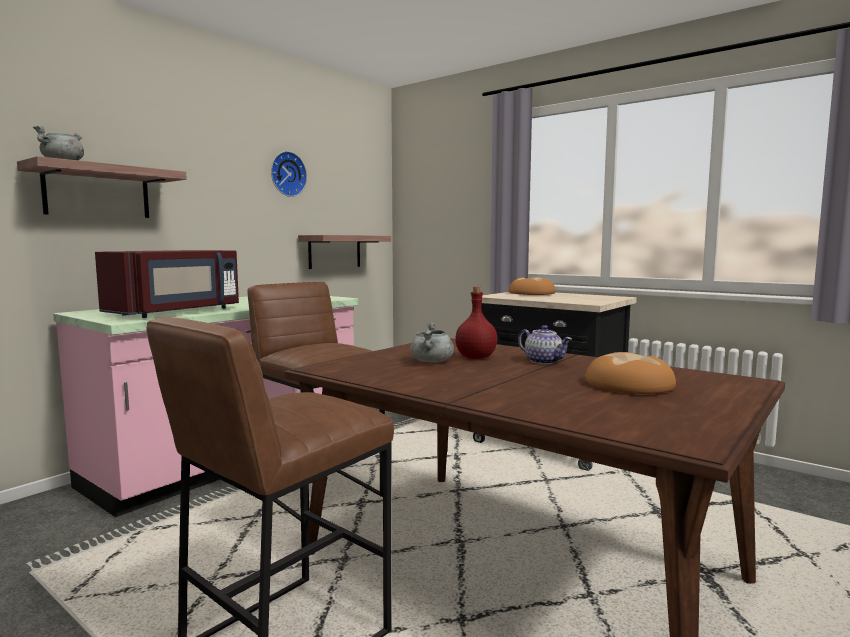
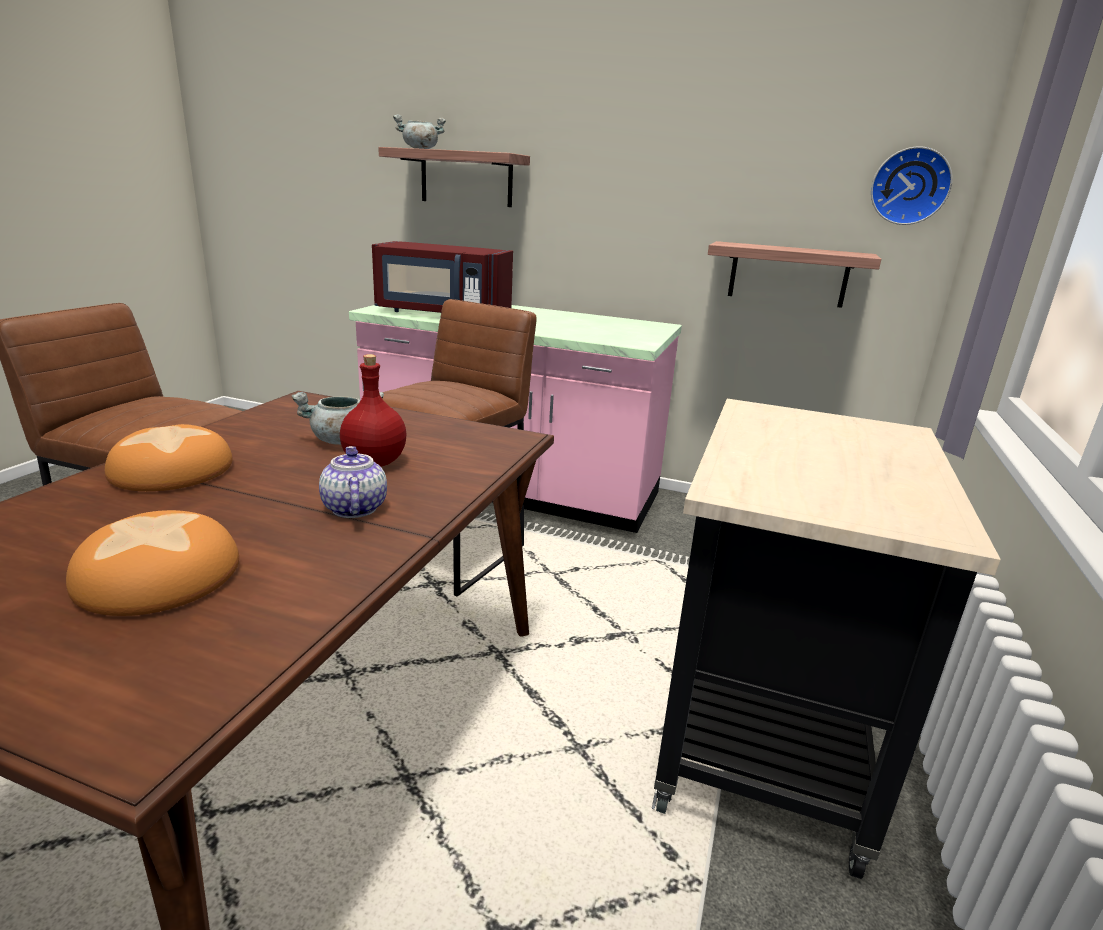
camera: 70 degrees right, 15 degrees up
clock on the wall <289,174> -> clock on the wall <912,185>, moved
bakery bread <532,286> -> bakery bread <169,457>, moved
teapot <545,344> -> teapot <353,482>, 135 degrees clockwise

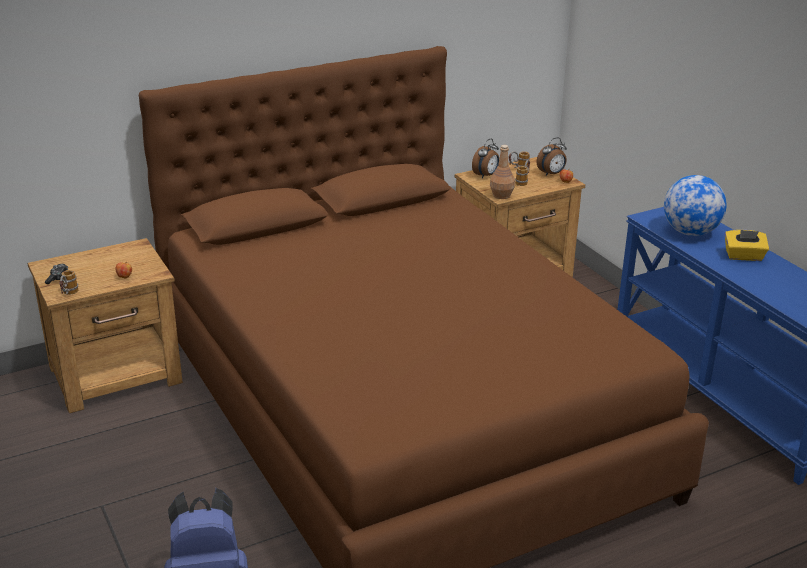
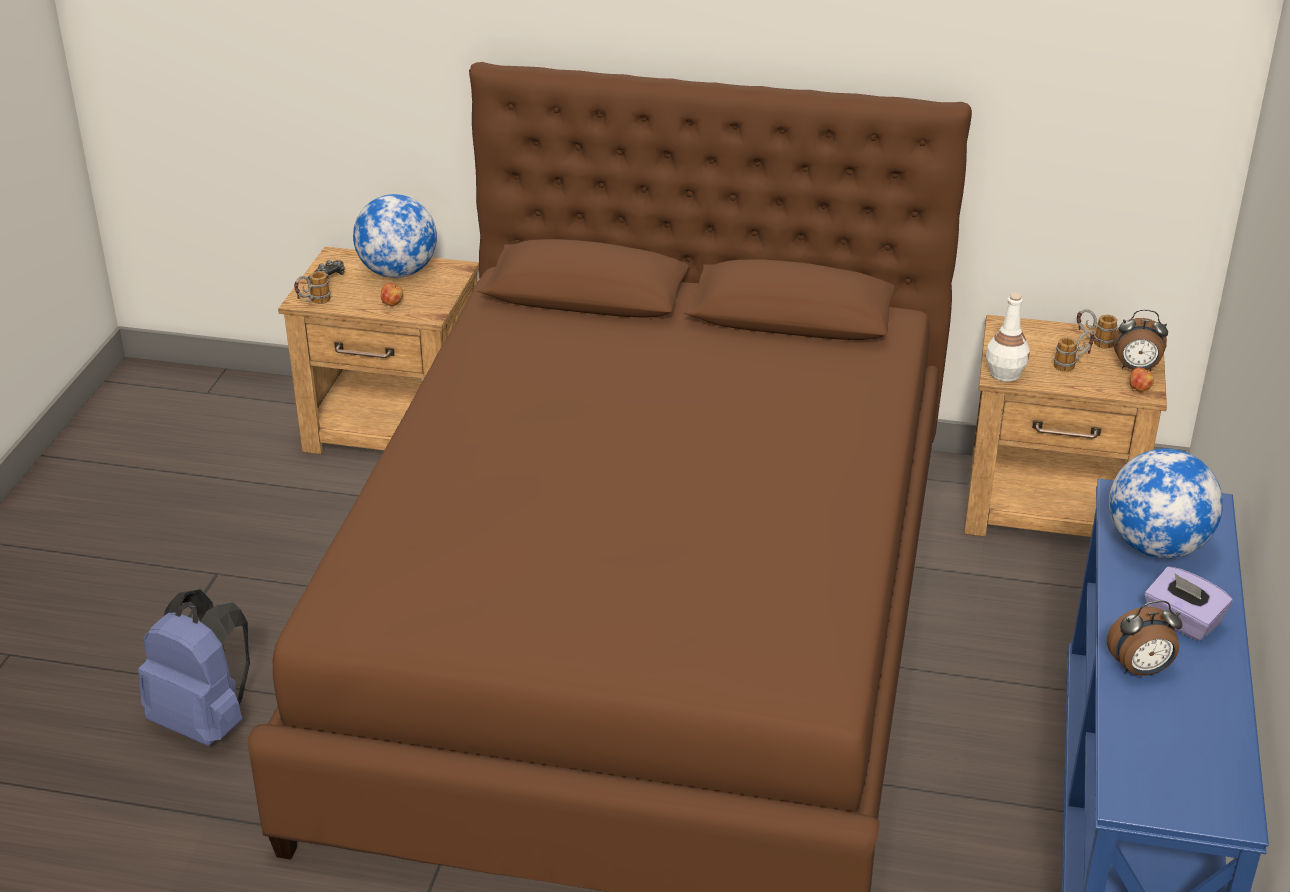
camera: 40 degrees right, 5 degrees up
none -> globe <395,236>
bedside clock <485,158> -> bedside clock <1145,638>, moved
brown beverage bottle <502,172> -> white beverage bottle <1008,337>
yellow-coloured tissue holder <747,245> -> purple tissue holder <1189,604>

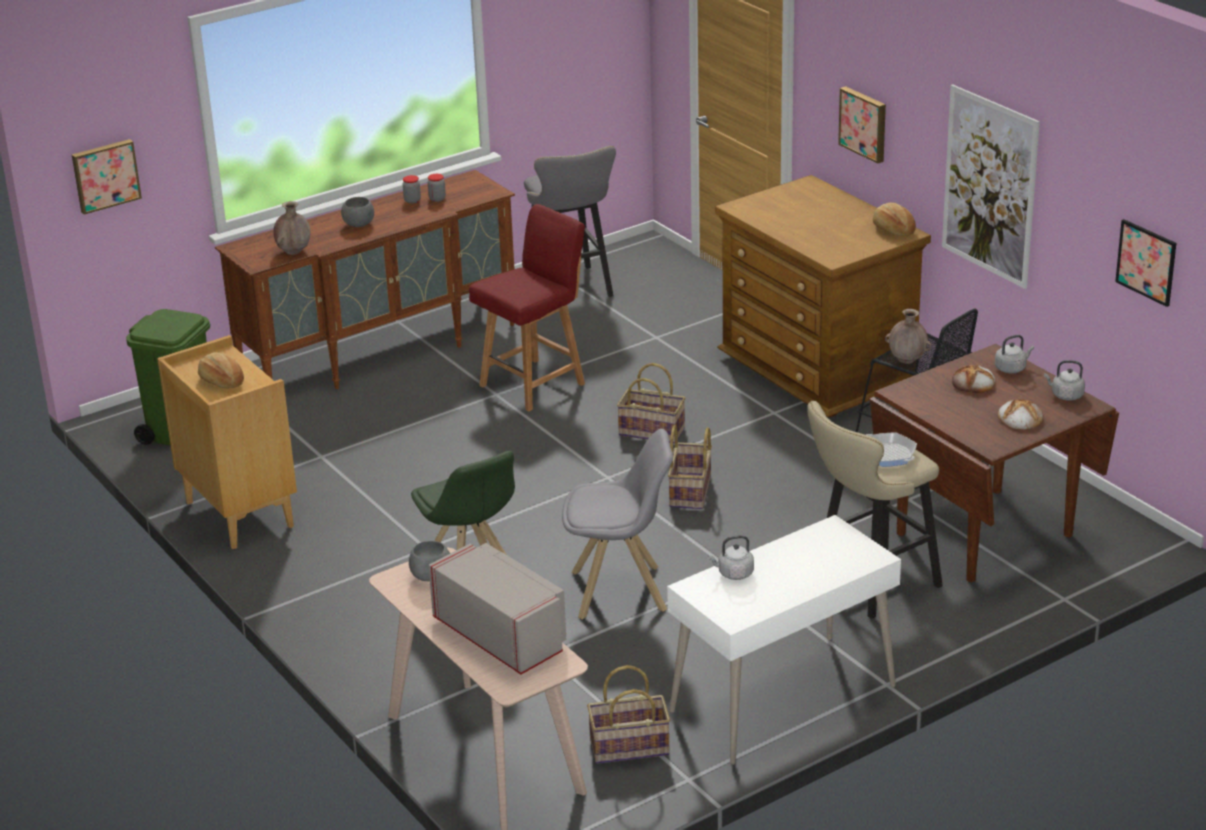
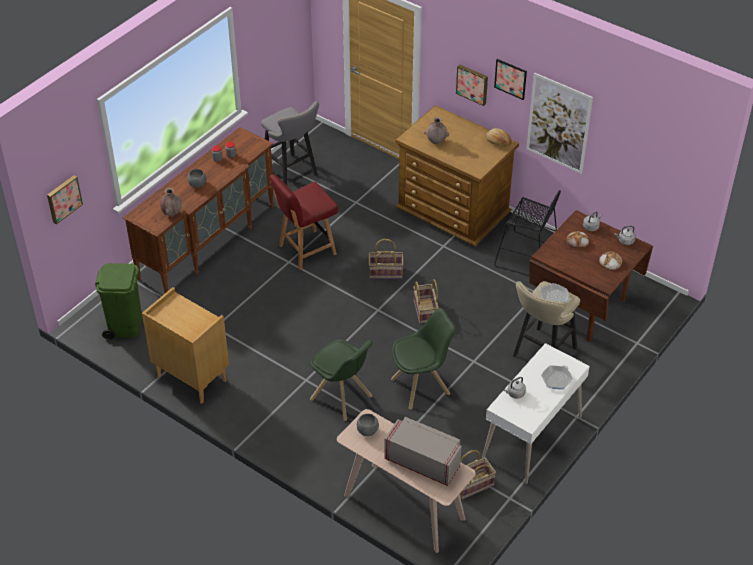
camera: 20 degrees left, 15 degrees up
bakery bread <221,370> -> none
none -> skillet <557,378>
brown vase <908,336> -> brown vase <436,130>, moved
wall art <1145,263> -> wall art <510,79>, moved
grey upright chair <617,524> -> greenish upright chair <423,359>
red-coloured upright chair <527,307> -> red-coloured upright chair <303,222>, 150 degrees counterclockwise

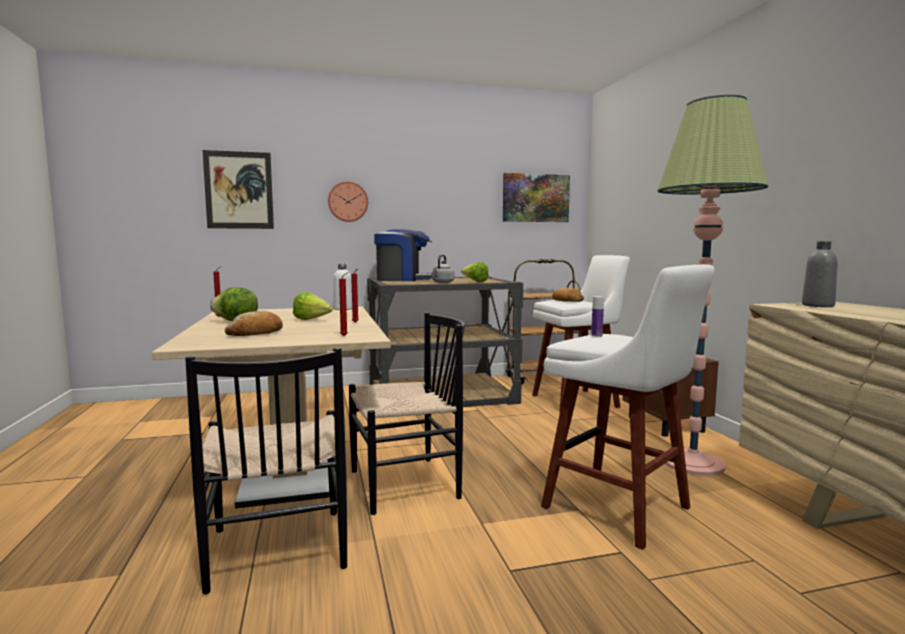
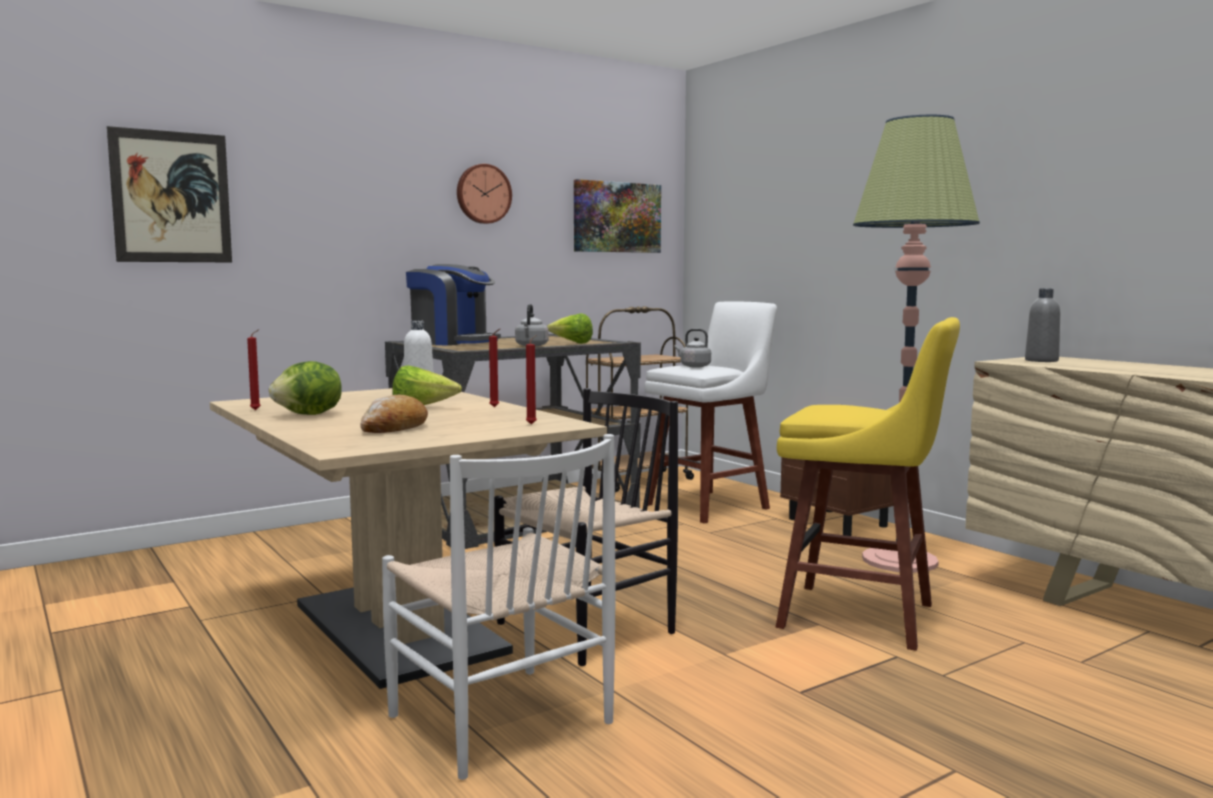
camera: 20 degrees left, 0 degrees up
beverage bottle <597,316> -> none
clock on the wall <348,201> -> clock on the wall <484,194>, moved
bakery bread <568,295> -> grey water kettle <692,348>
black-coloured upright chair <266,471> -> white upright chair <499,607>
white stool seat <628,407> -> yellow-coloured stool seat <868,484>
coffee brewer <403,255> -> coffee brewer <453,305>, 45 degrees clockwise

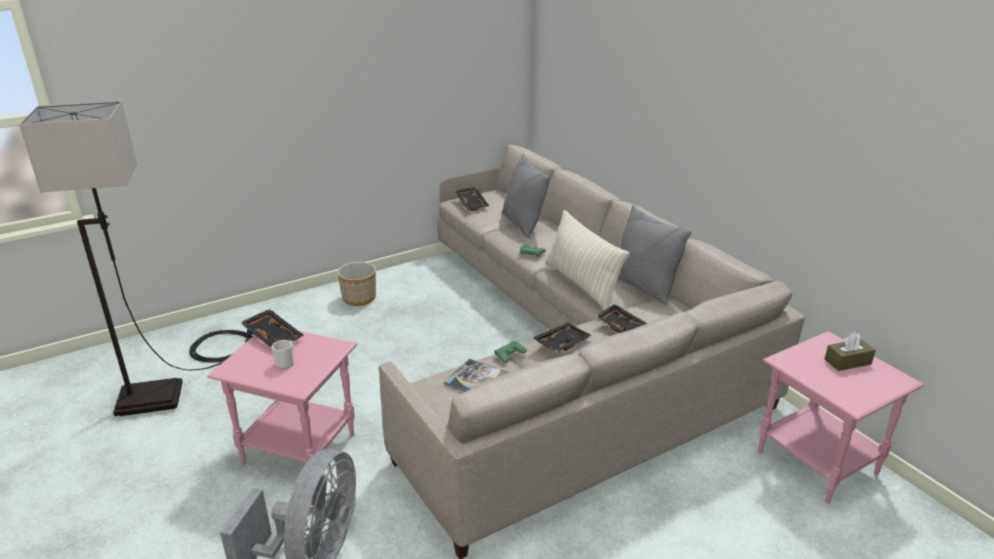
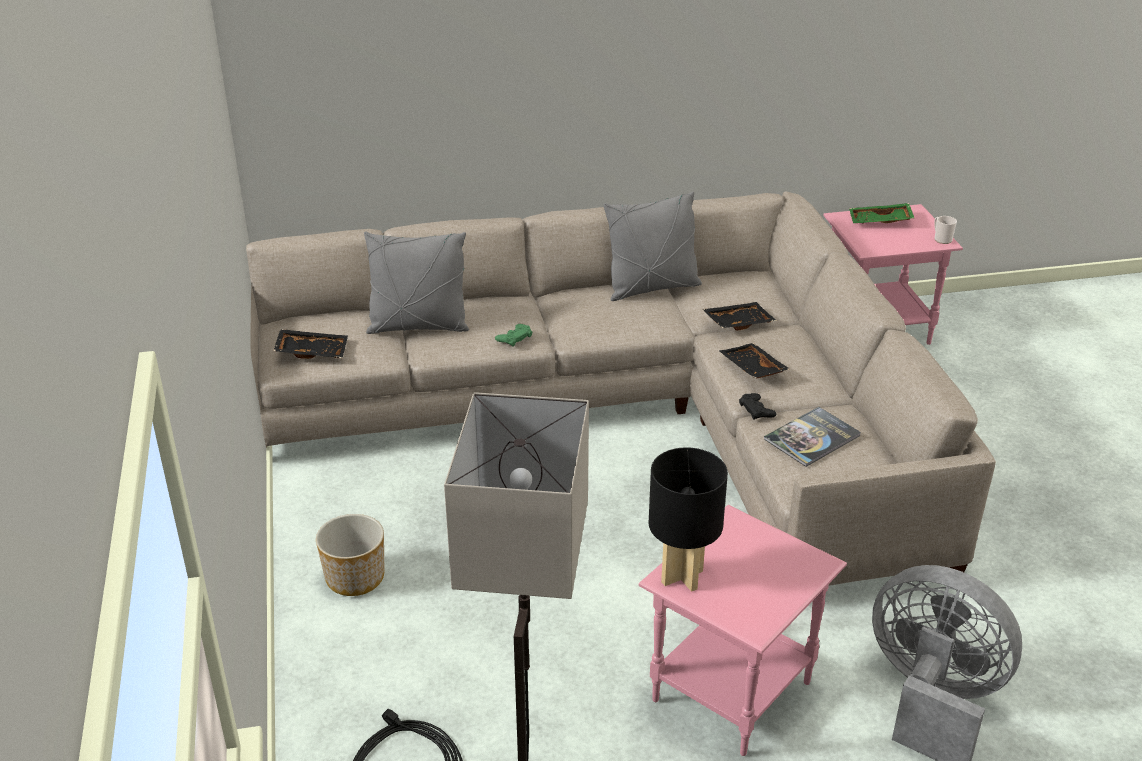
camera: 70 degrees left, 5 degrees up
beige throw pillow <587,260> -> none
coffee mug <283,354> -> coffee mug <945,230>, moved
black-coloured serving tray <272,328> -> black-coloured tabletop lamp <688,519>
brown tissue holder <850,351> -> greenish serving tray <881,213>
greenish game controller <510,352> -> black-coloured game controller <757,406>

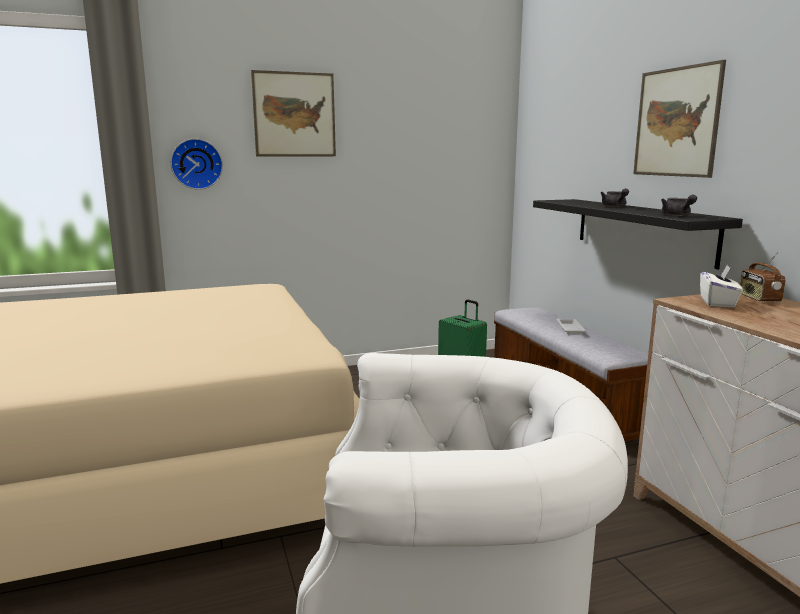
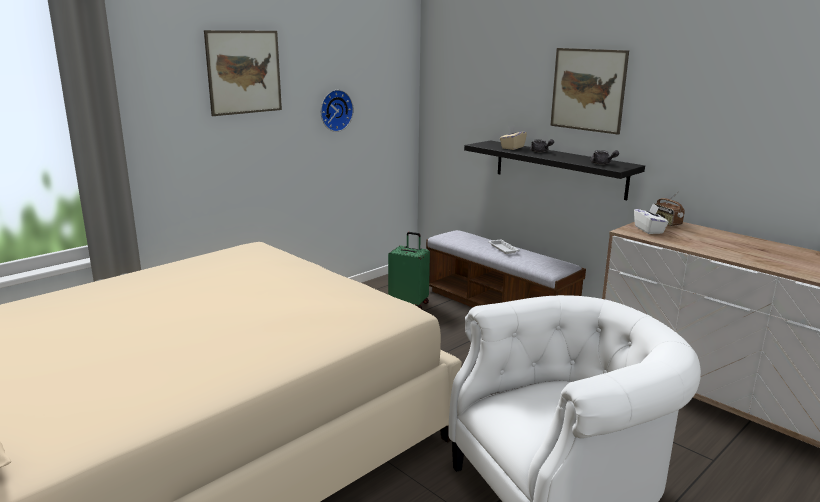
camera: 25 degrees left, 5 degrees up
none -> beige tissue holder <513,138>
clock on the wall <197,164> -> clock on the wall <337,111>, moved

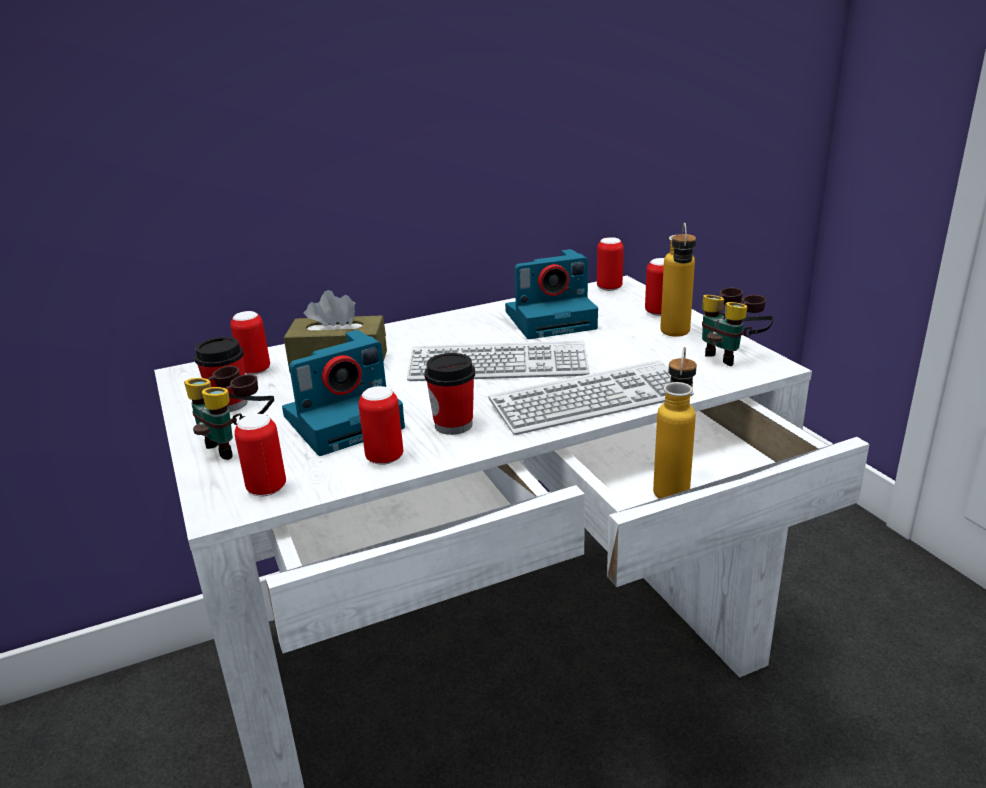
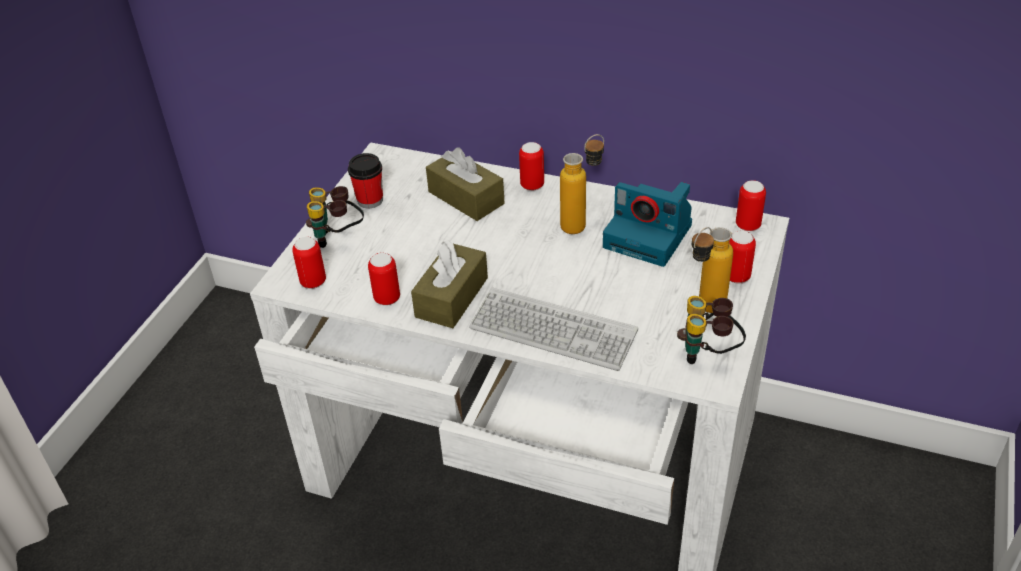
camera: 45 degrees right, 15 degrees up
photo camera <343,393> -> none
computer keyboard <498,361> -> none
can <250,343> -> can <531,166>, moved
beverage bottle <675,423> -> beverage bottle <582,184>, moved
cup <449,394> -> brown tissue holder <449,284>

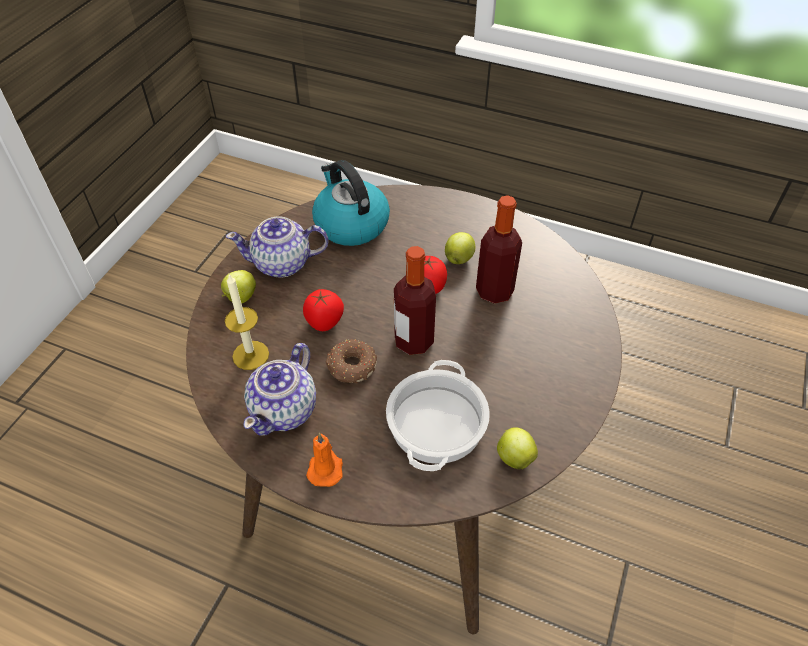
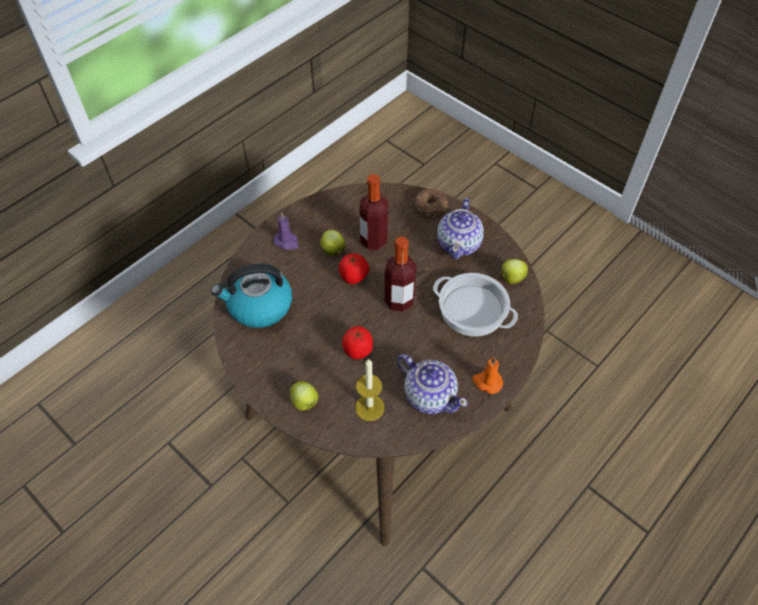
camera: 70 degrees left, 5 degrees up
none -> purple candle <286,231>
teapot <277,247> -> teapot <460,228>, moved
doughnut <351,361> -> doughnut <431,202>, moved

